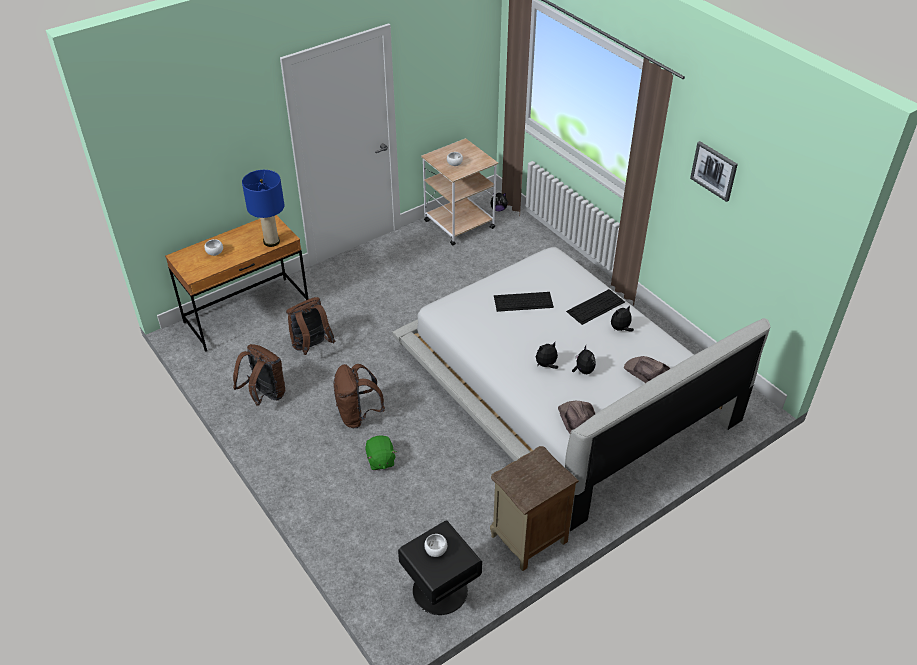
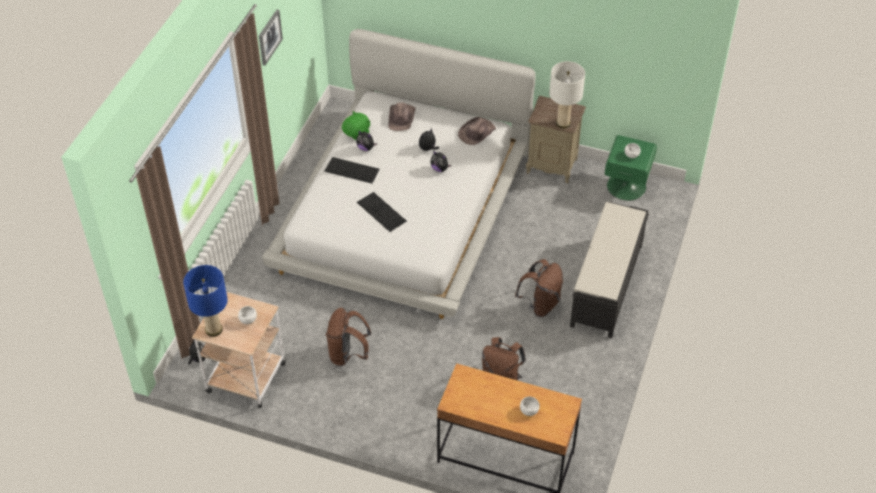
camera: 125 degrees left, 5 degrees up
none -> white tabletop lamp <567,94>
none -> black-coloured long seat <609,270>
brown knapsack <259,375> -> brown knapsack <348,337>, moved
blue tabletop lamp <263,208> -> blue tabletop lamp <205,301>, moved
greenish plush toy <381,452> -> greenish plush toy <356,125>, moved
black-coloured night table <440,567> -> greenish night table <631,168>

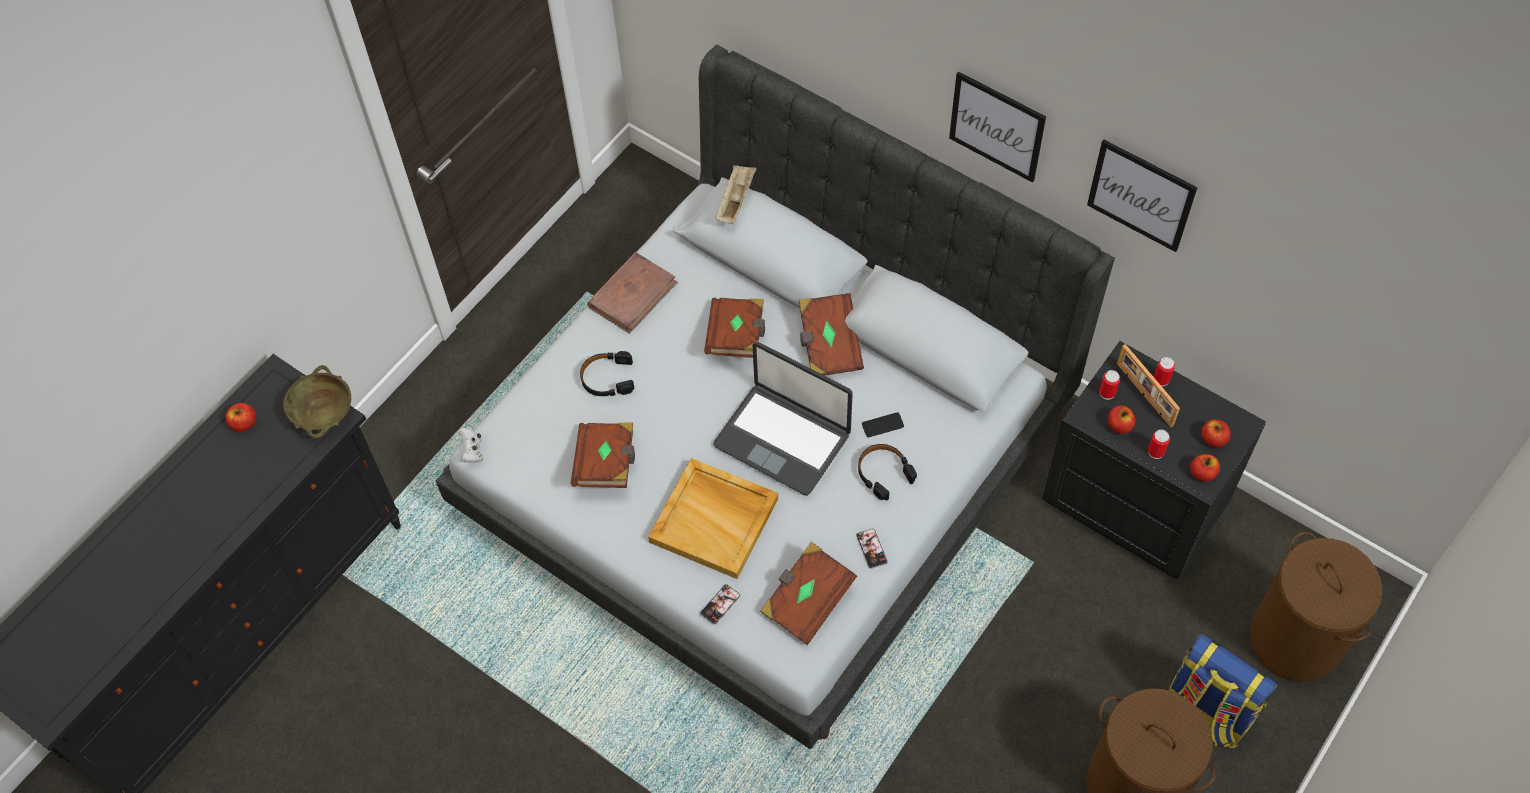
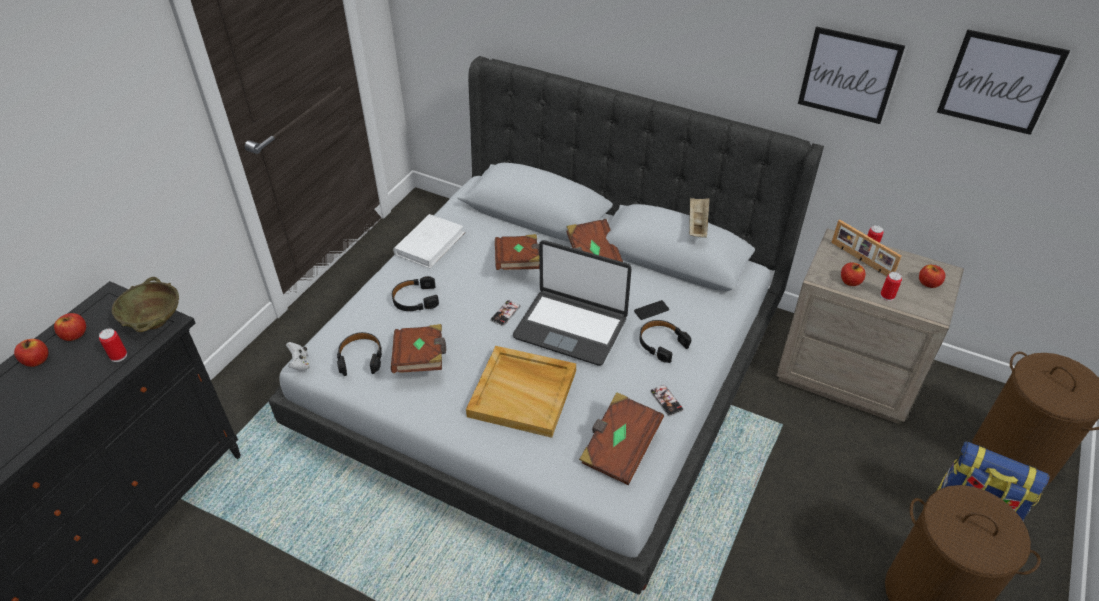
camera: 10 degrees left, 15 degrees down
none -> black-coloured pair of headphones <359,354>
telephone <720,604> -> telephone <505,313>, moved
beige serving tray <736,194> -> beige serving tray <699,217>, moved
wall art <997,127> -> wall art <1003,82>, moved
can <1109,385> -> can <113,345>, moved
whole apple <1205,468> -> whole apple <31,353>, moved
brown volume <632,293> -> white volume <429,241>
black-coloured night table <1154,460> -> beige night table <870,326>

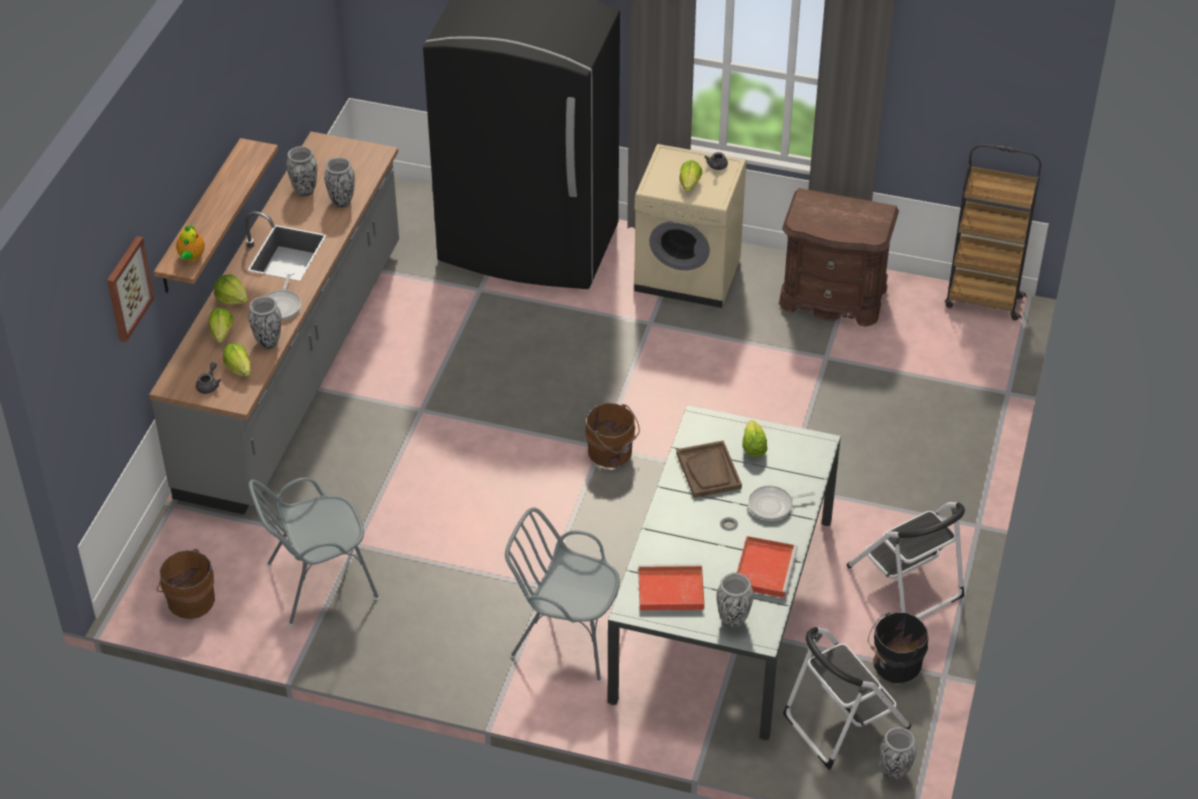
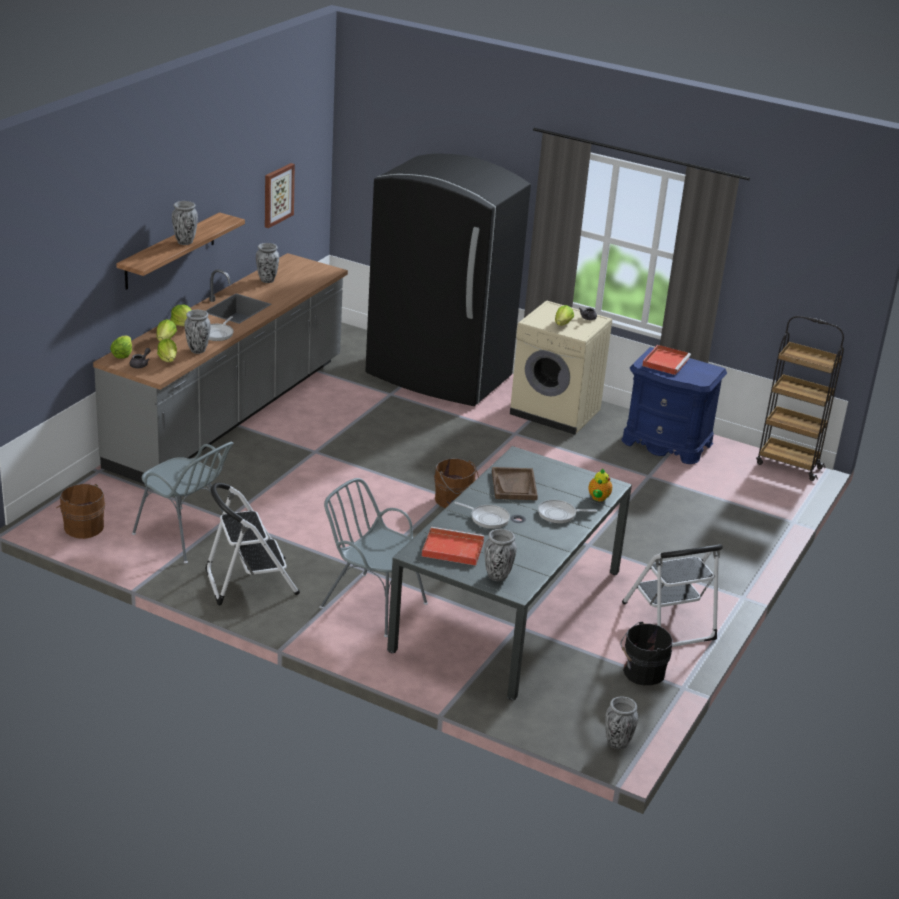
camera: 10 degrees right, 15 degrees down
none -> skillet <482,515>
wall art <130,289> -> wall art <280,195>, moved
teapot <190,243> -> teapot <600,485>, moved
vase <339,182> -> vase <185,223>, moved
red-coloured serving tray <767,567> -> red-coloured serving tray <666,360>, moved
head of lettuce <754,438> -> head of lettuce <121,347>, moved
step stool <847,698> -> step stool <252,544>, moved
brown night table <839,257> -> blue night table <674,405>
grey upright chair <314,552> -> grey upright chair <182,503>, 135 degrees counterclockwise

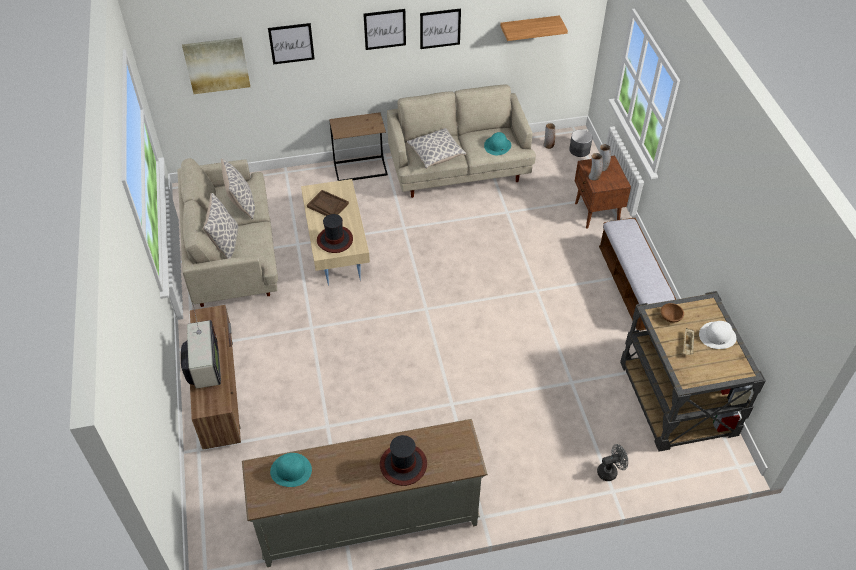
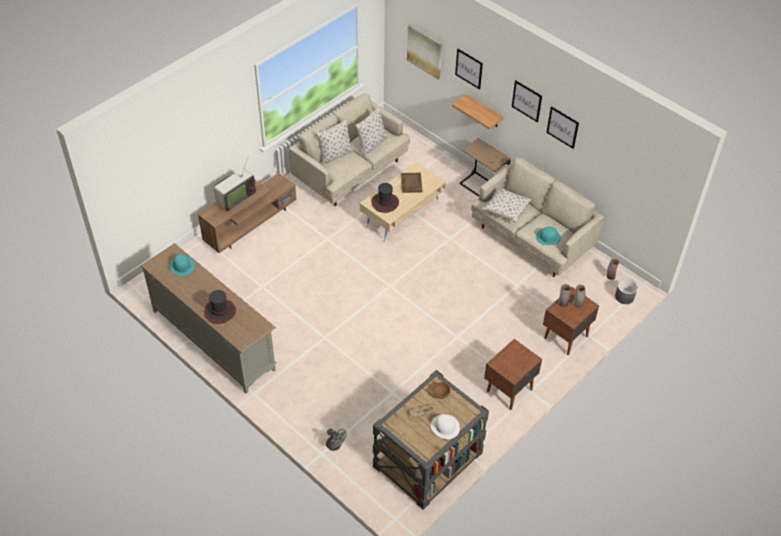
camera: 55 degrees right, 0 degrees up
bracket shelf <534,28> -> bracket shelf <477,111>, moved
long seat <637,274> -> brown night table <513,374>

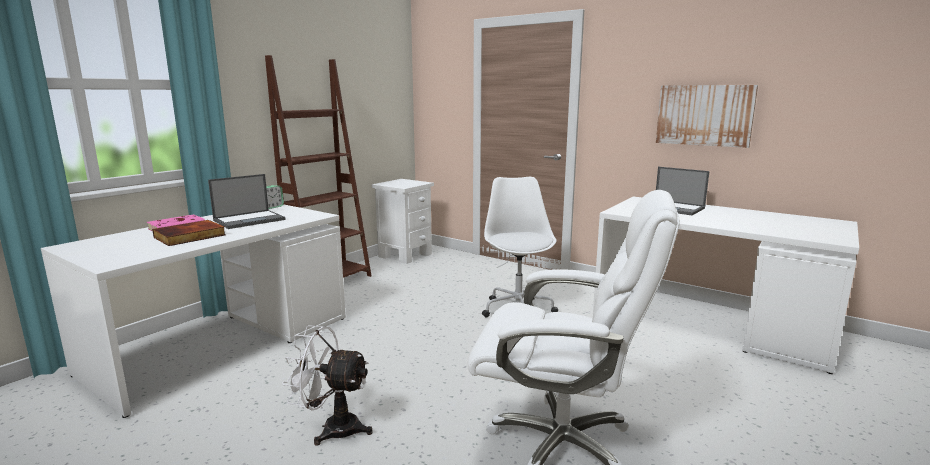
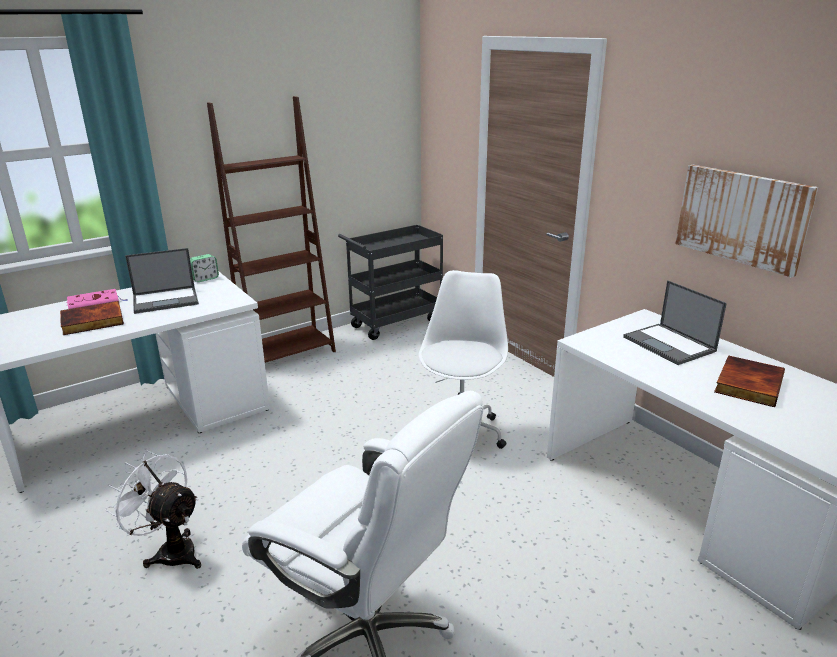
camera: 20 degrees right, 10 degrees up
none -> volume <749,381>
white night table <402,221> -> grey cart <390,282>

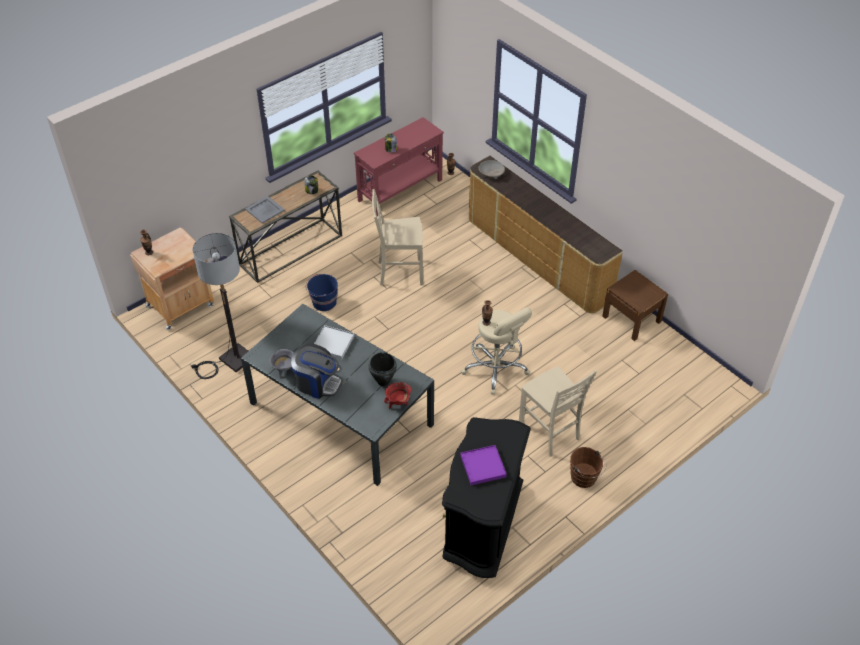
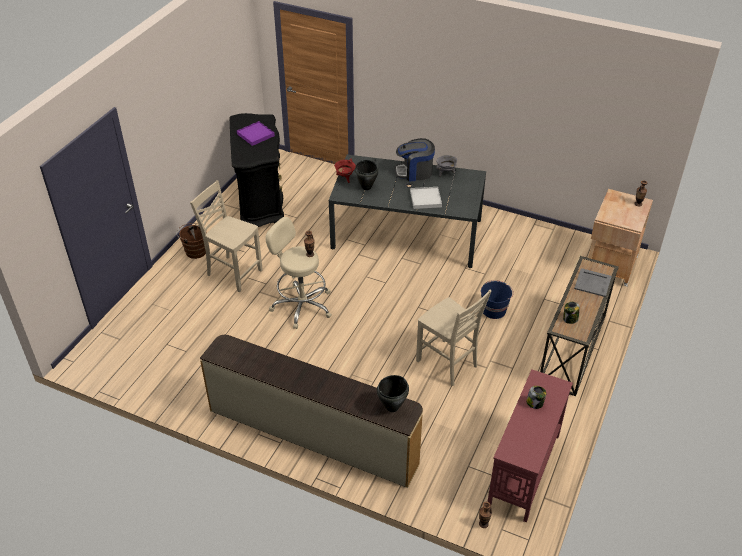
camera: 155 degrees right, 5 degrees down
standing lamp <219,306> -> none
brown night table <635,305> -> none
beige deep dish <492,169> -> black-coloured saucepot <393,393>
beige upright chair <397,237> -> beige upright chair <454,337>, 75 degrees clockwise

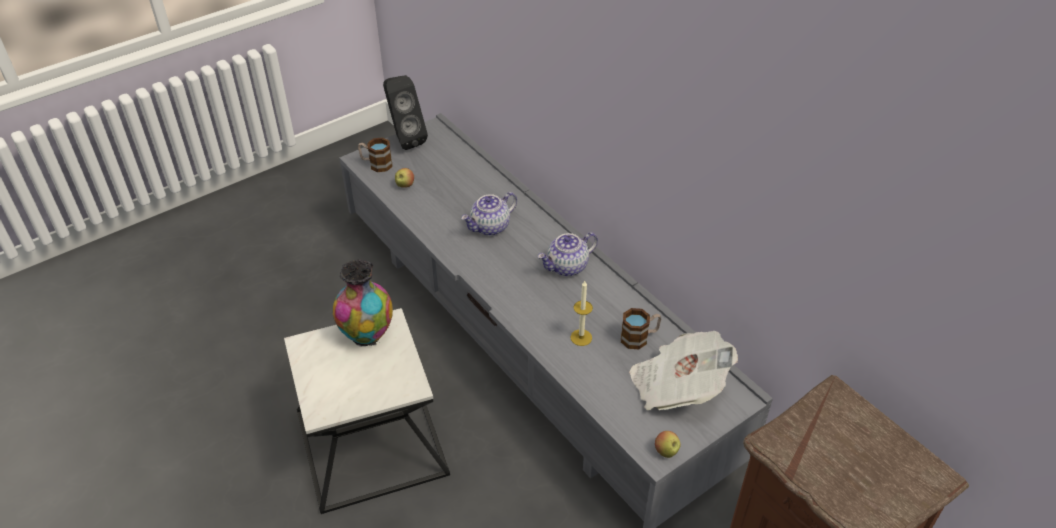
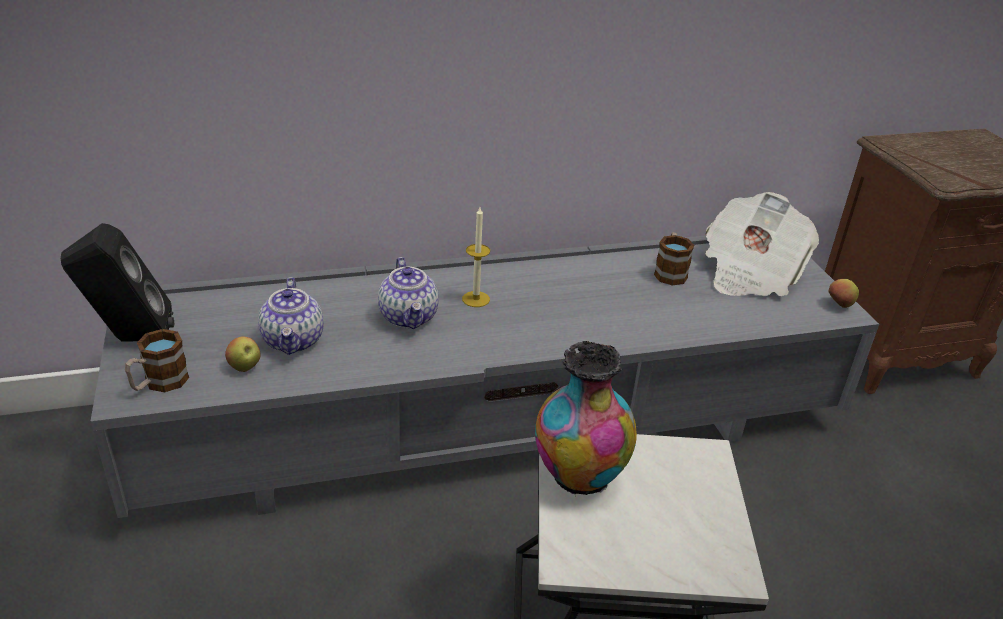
camera: 70 degrees left, 10 degrees down
teapot <567,254> -> teapot <290,316>, moved
candle <581,313> -> candle <476,257>, moved

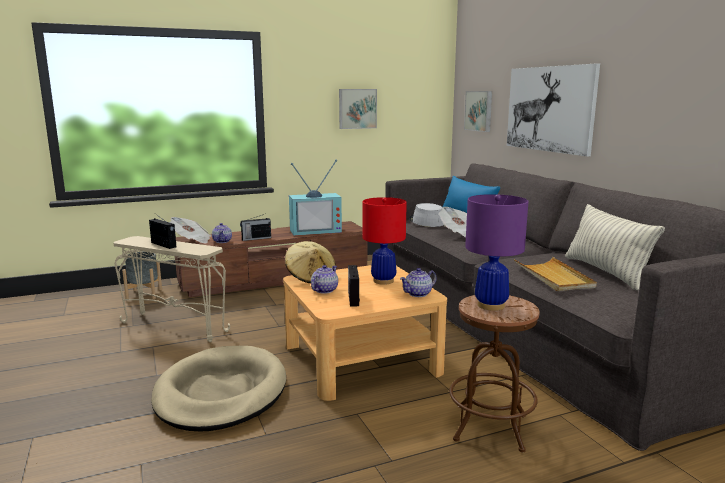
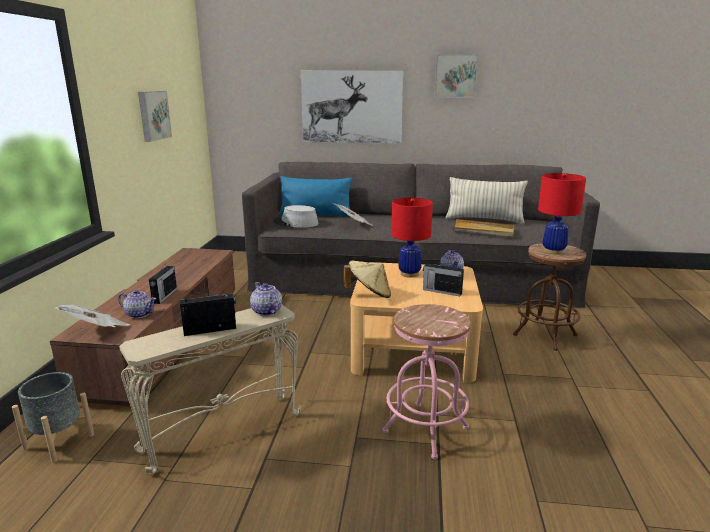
camera: 60 degrees left, 5 degrees up
television <315,197> -> none
teapot <324,279> -> teapot <266,299>, moved
wall art <478,111> -> wall art <456,76>, moved
beige pet bed <218,389> -> pinkish stool seat <426,381>
purple tabletop lamp <497,252> -> red-coloured tabletop lamp <562,214>

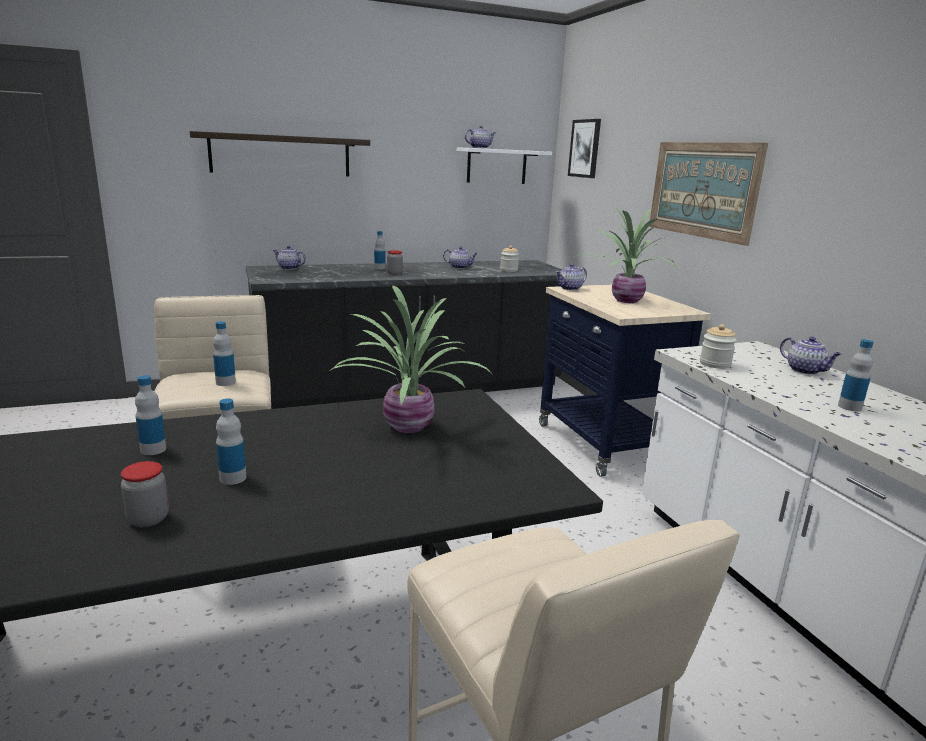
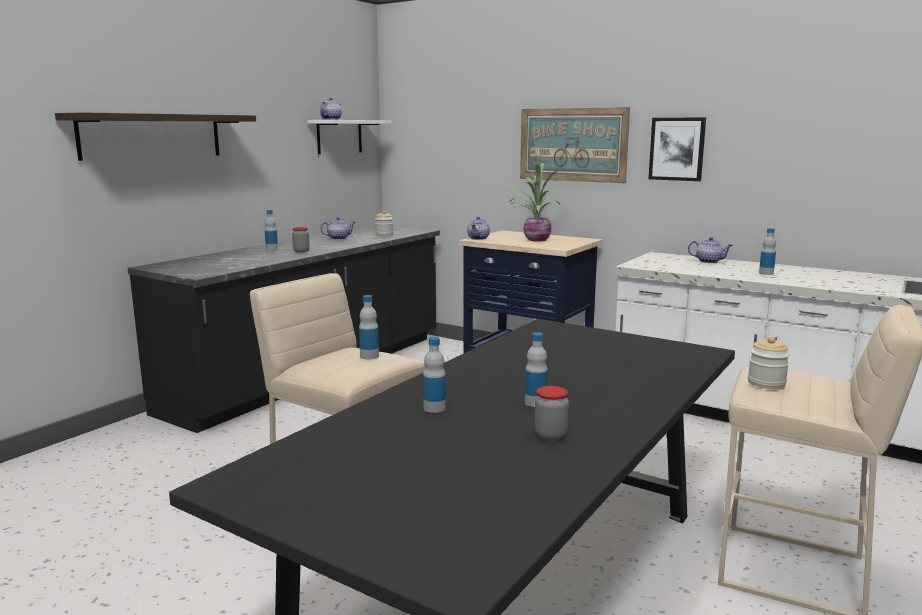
camera: 35 degrees left, 5 degrees down
teapot <289,258> -> none
houseplant <410,359> -> none
wall art <584,148> -> wall art <677,149>, moved
preserve jar <718,346> -> preserve jar <769,362>, moved

